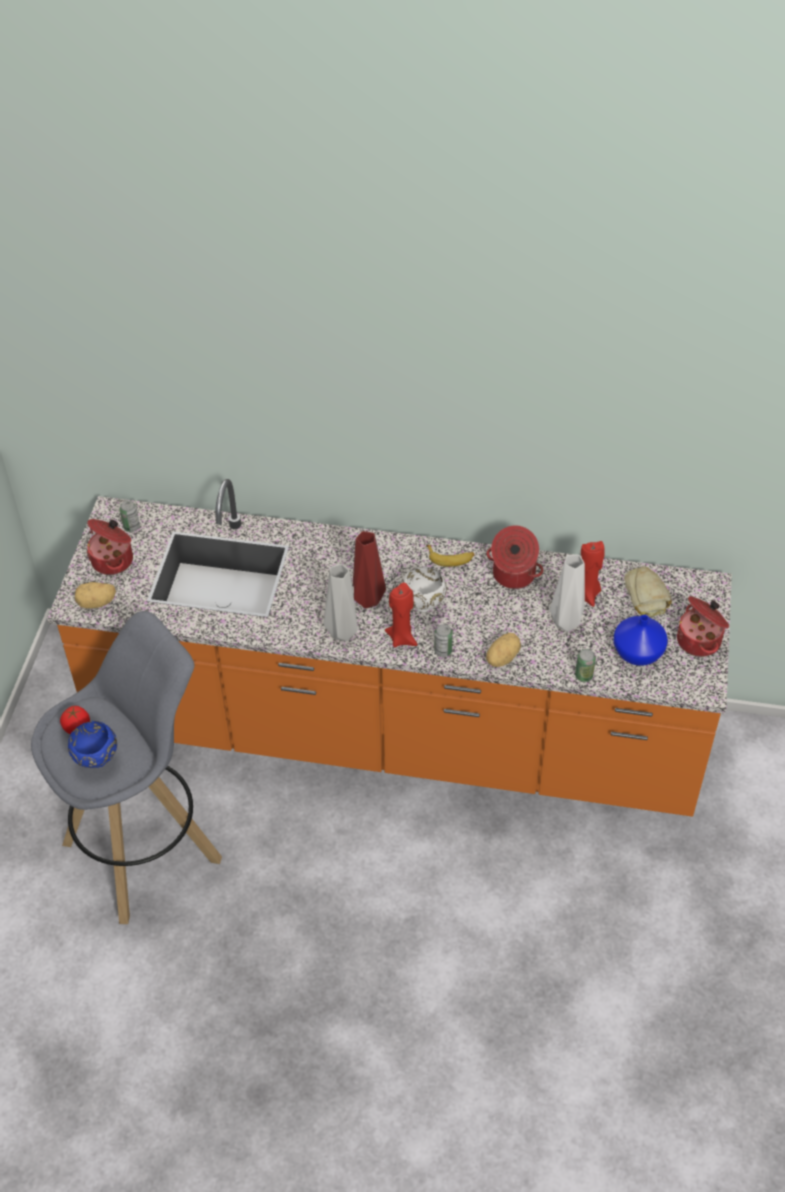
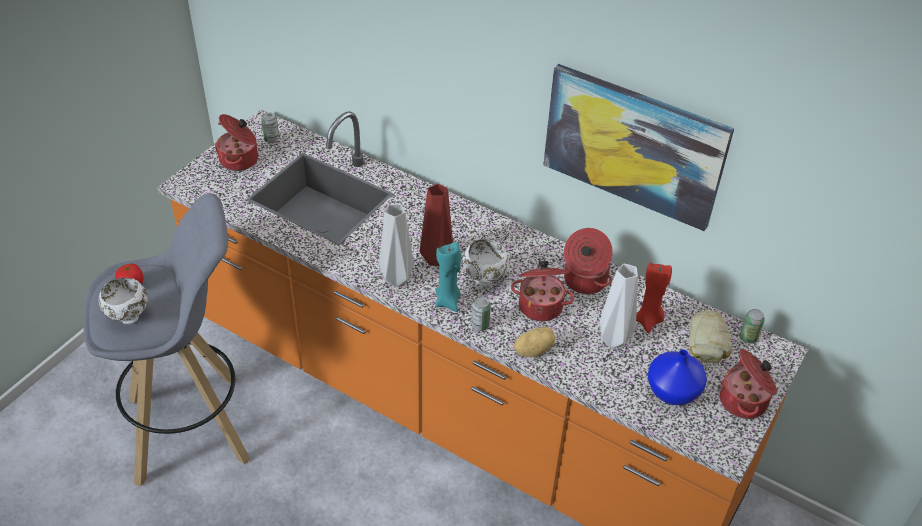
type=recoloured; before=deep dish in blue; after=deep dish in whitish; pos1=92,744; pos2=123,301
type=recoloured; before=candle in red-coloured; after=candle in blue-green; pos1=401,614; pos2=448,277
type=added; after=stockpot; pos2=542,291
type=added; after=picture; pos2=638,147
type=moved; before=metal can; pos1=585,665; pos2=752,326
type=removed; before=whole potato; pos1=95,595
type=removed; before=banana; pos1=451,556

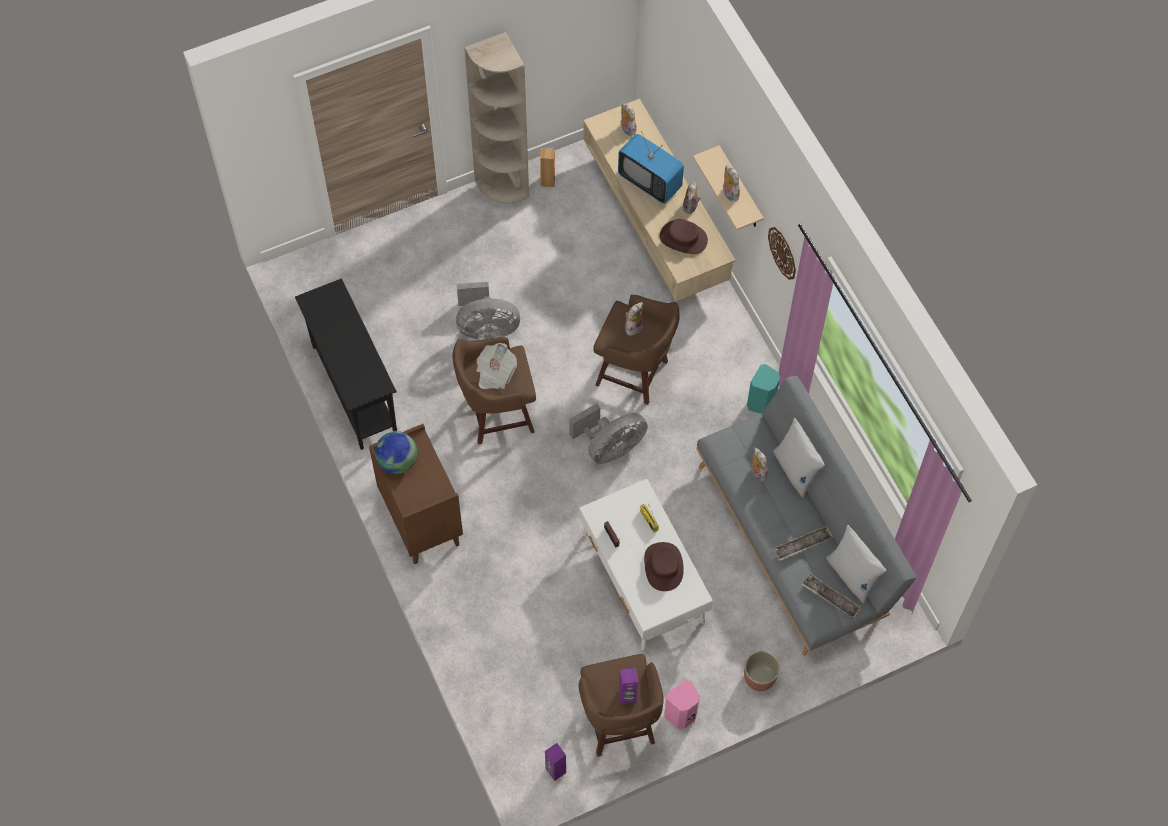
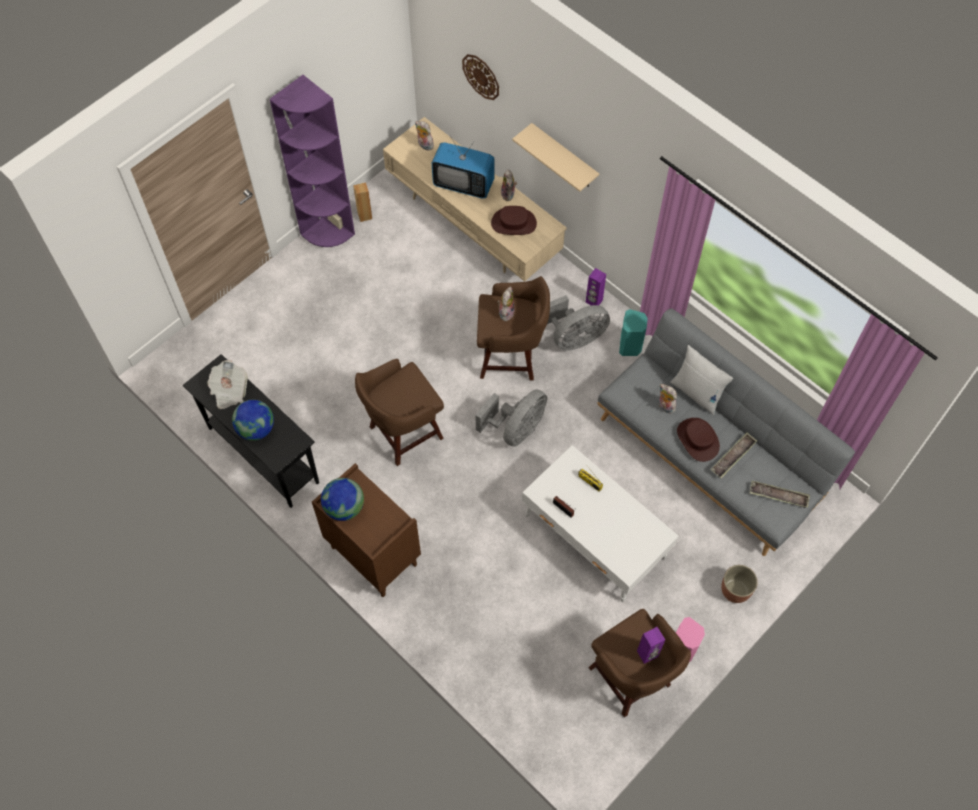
type=moved; before=daily paper; pos1=496,366; pos2=227,384
type=added; after=world globe; pos2=253,420
type=recoloured; before=bookcase in beige-coloured; after=bookcase in purple-coloured; pos1=496,118; pos2=312,161
type=moved; before=clock on the wall; pos1=782,253; pos2=480,77
type=moved; before=electric fan in greyish; pos1=488,311; pos2=578,323
type=moved; before=speaker in purple-coloured; pos1=555,762; pos2=596,287
type=moved; before=hat in brownish; pos1=664,566; pos2=698,440
type=removed; before=soft toy; pos1=732,183
type=removed; before=pillow in greyish; pos1=856,564

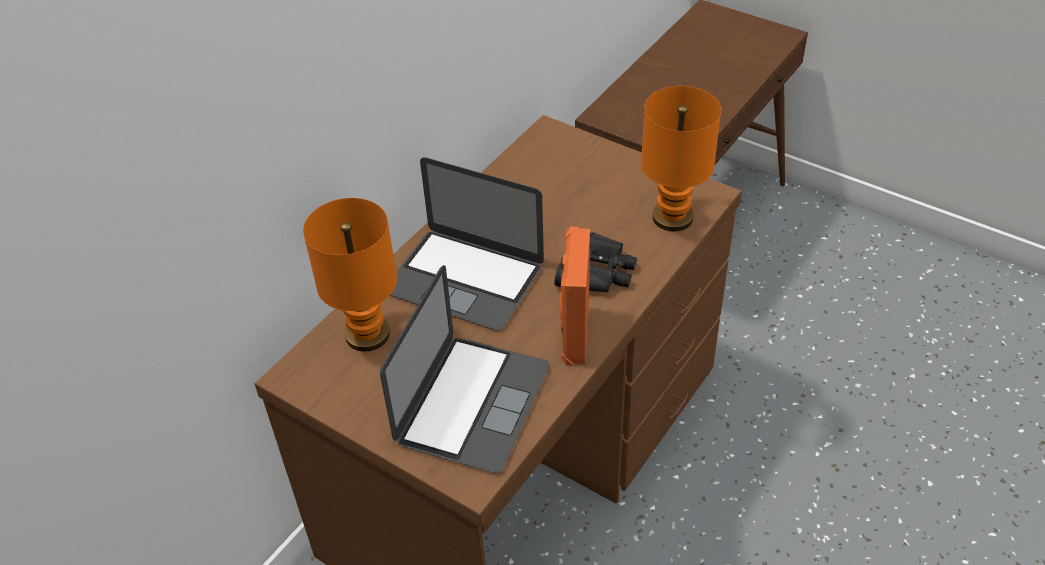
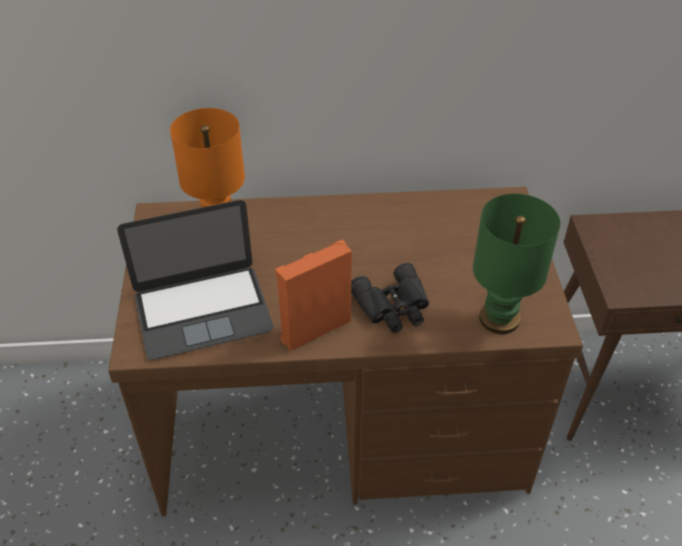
type=recoloured; before=table lamp in orangey; after=table lamp in greenish; pos1=681,158; pos2=516,264
type=removed; before=laptop; pos1=467,244

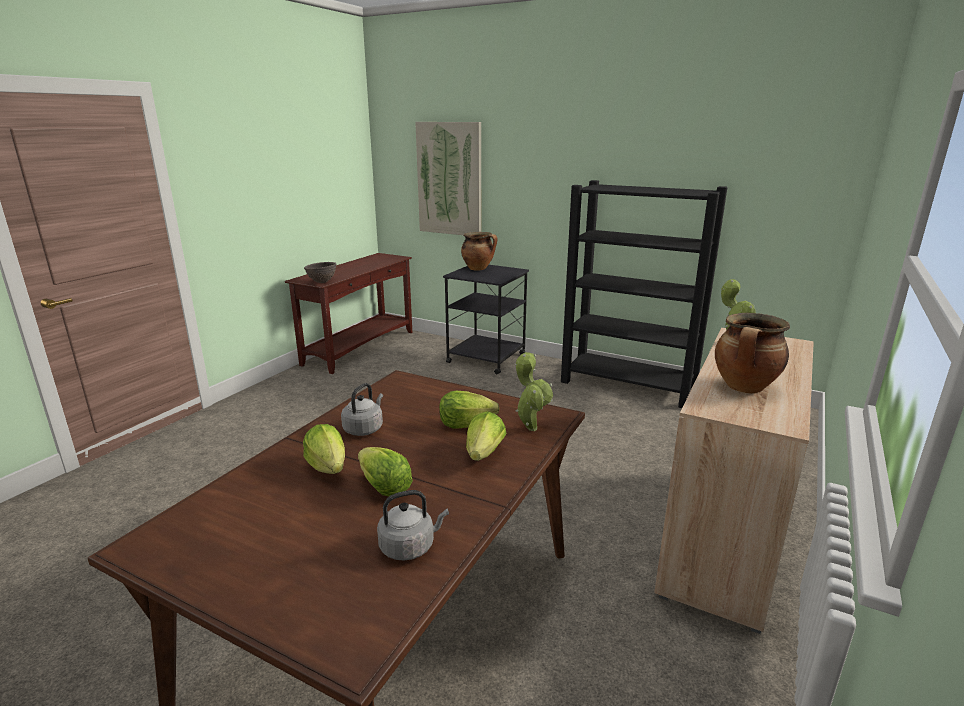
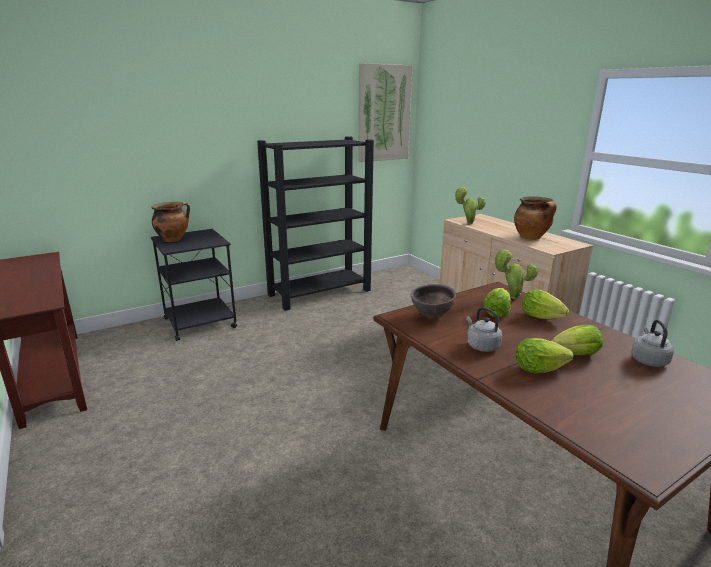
type=moved; before=picture; pos1=448,178; pos2=385,112
type=moved; before=deep dish in brownish; pos1=320,272; pos2=433,301

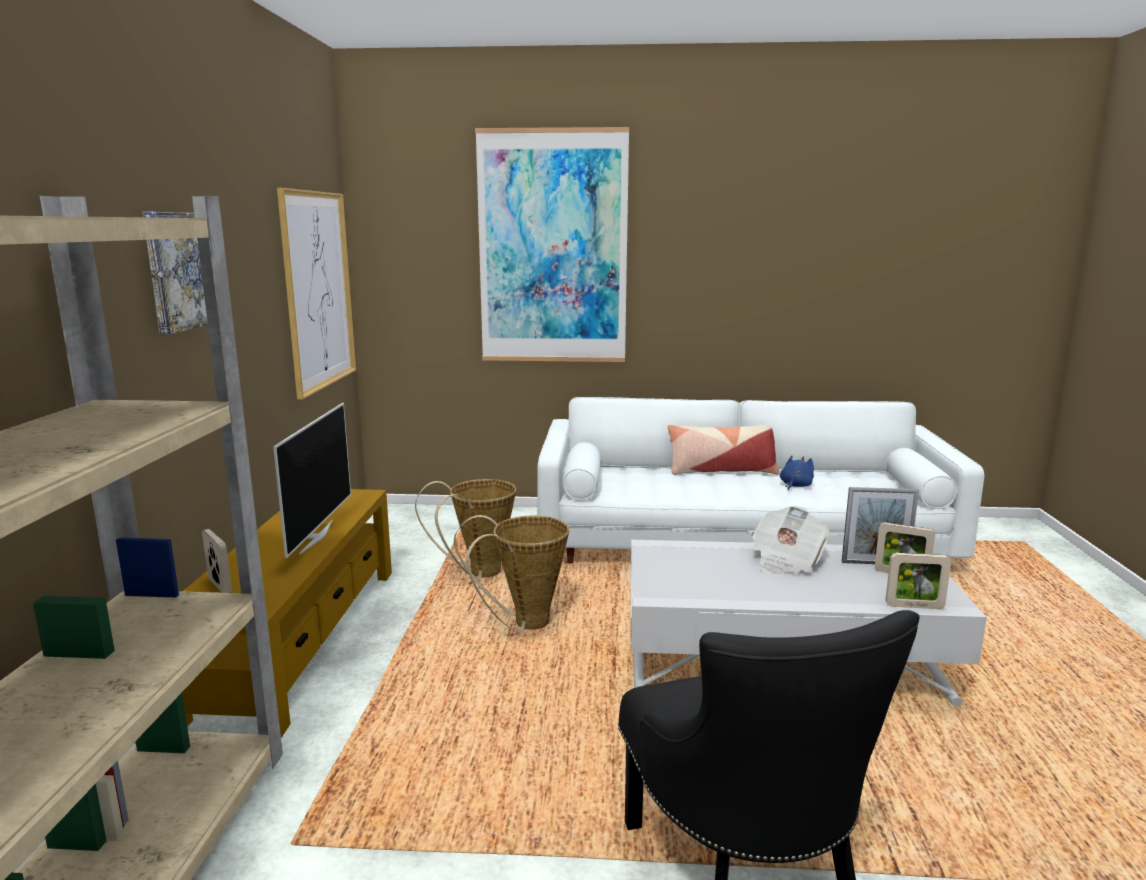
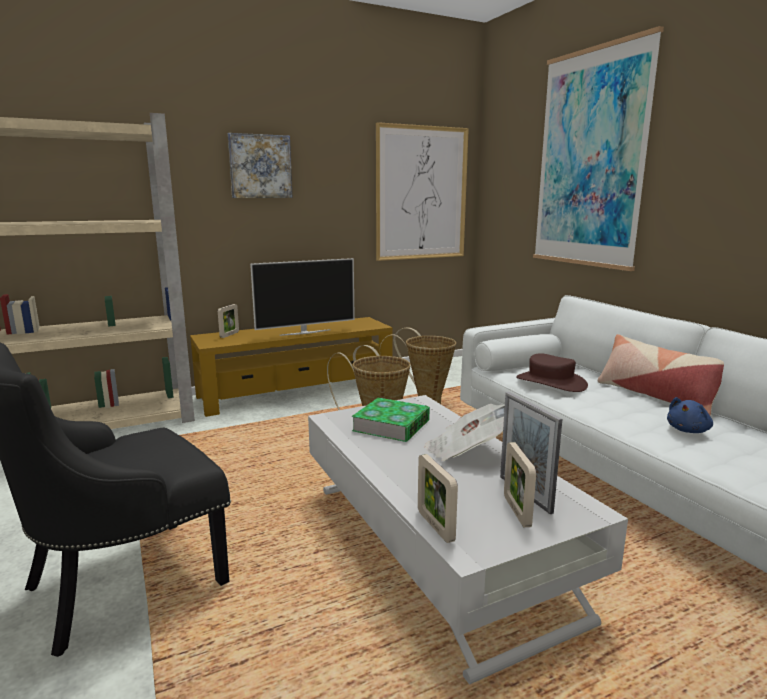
type=added; after=book; pos2=391,420
type=added; after=hat in brownish; pos2=552,372
type=turned; before=soft toy in blue; pos1=797,473; pos2=690,415; turn=135

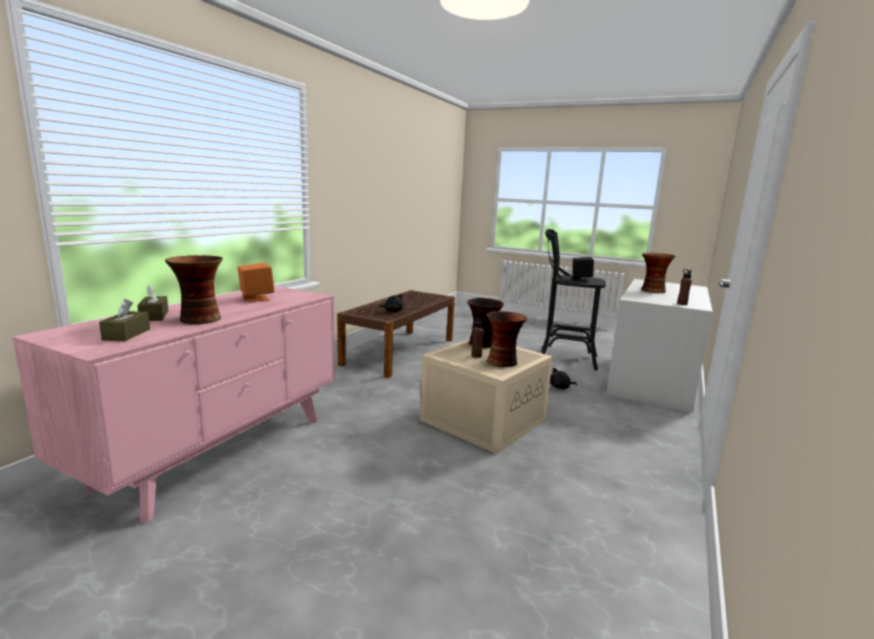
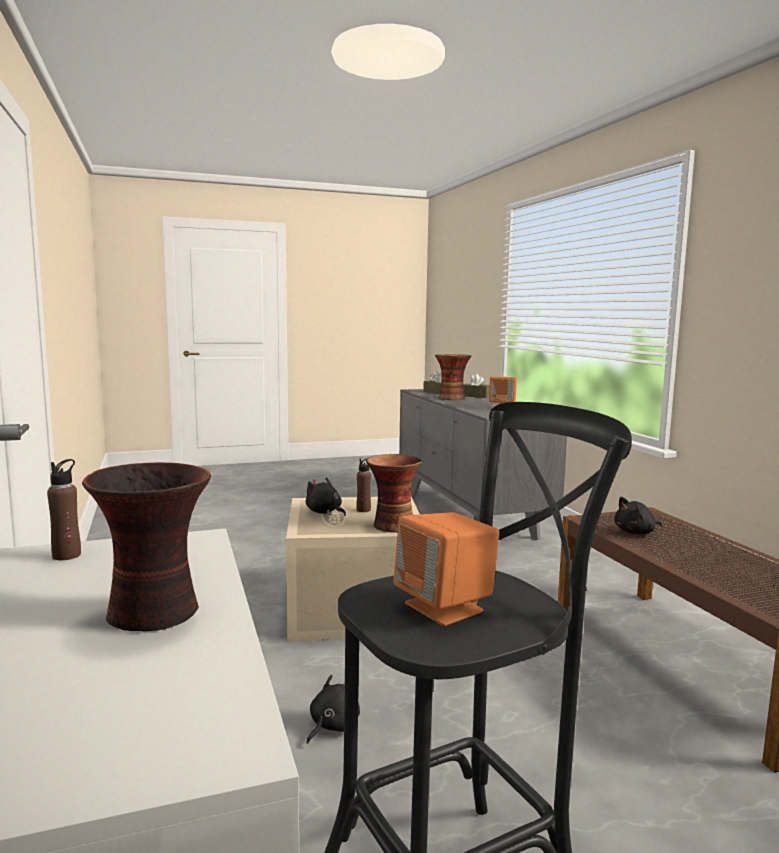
type=replaced; before=flower vase; after=soft toy in black; pos1=507,339; pos2=325,496
type=recoloured; before=speaker in black; after=speaker in orangey; pos1=583,269; pos2=446,569
type=recoloured; before=drawer chest in pink; after=drawer chest in greyish; pos1=173,404; pos2=483,464

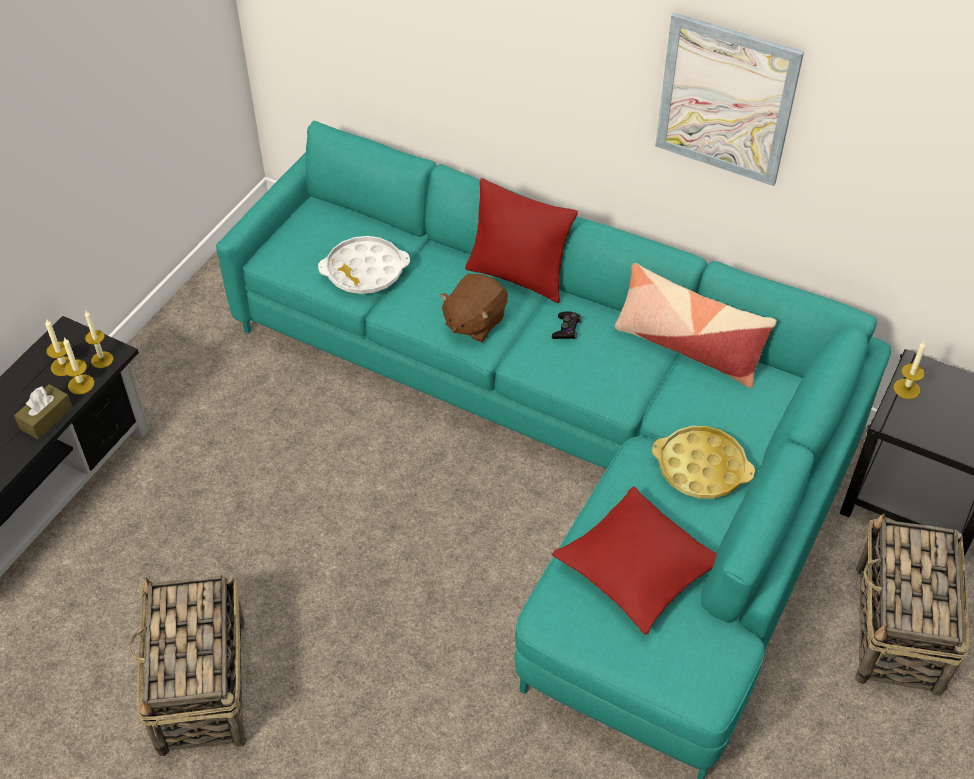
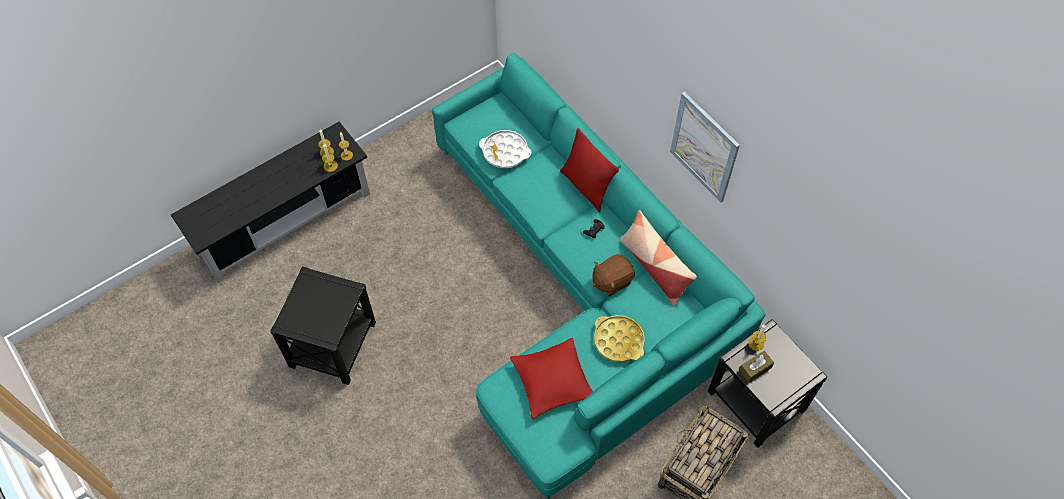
type=replaced; before=basket; after=side table in black; pos1=187,665; pos2=323,326
type=moved; before=soft toy in brownish; pos1=474,308; pos2=614,275
type=moved; before=tissue box in brownish; pos1=43,411; pos2=756,366

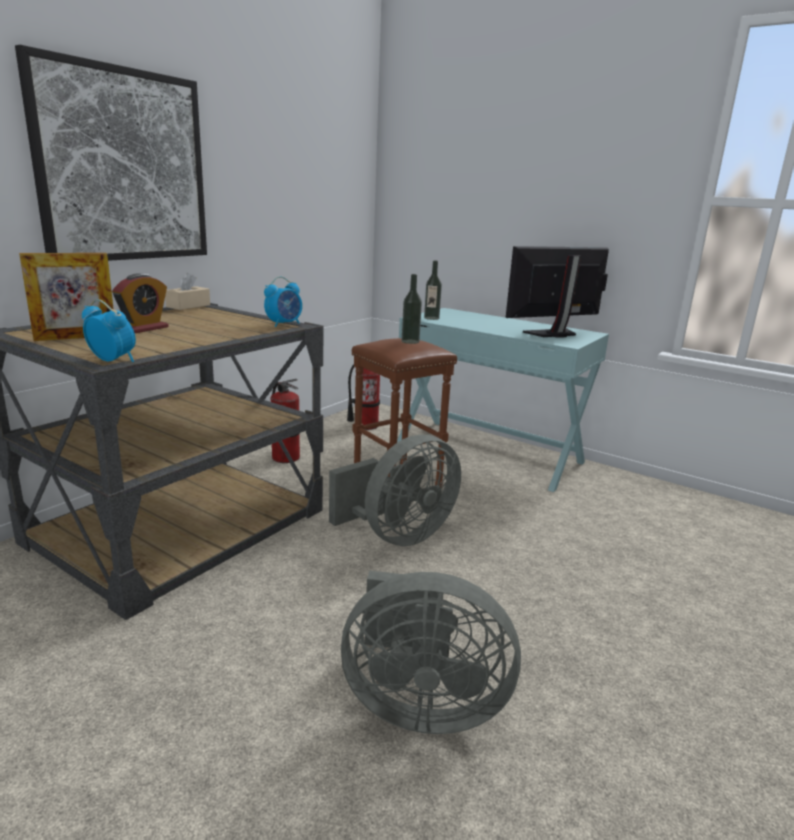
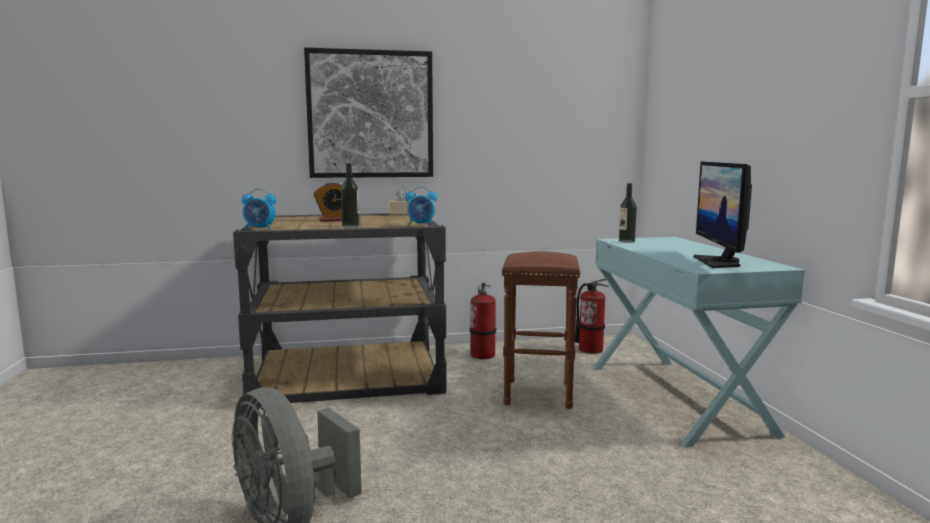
type=turned; before=alarm clock; pos1=109,330; pos2=258,209; turn=105
type=moved; before=beverage bottle; pos1=412,309; pos2=350,195
type=turned; before=computer display; pos1=557,292; pos2=723,215; turn=-105
type=removed; before=photo frame; pos1=66,297
type=removed; before=electric fan in greyish; pos1=395,490

